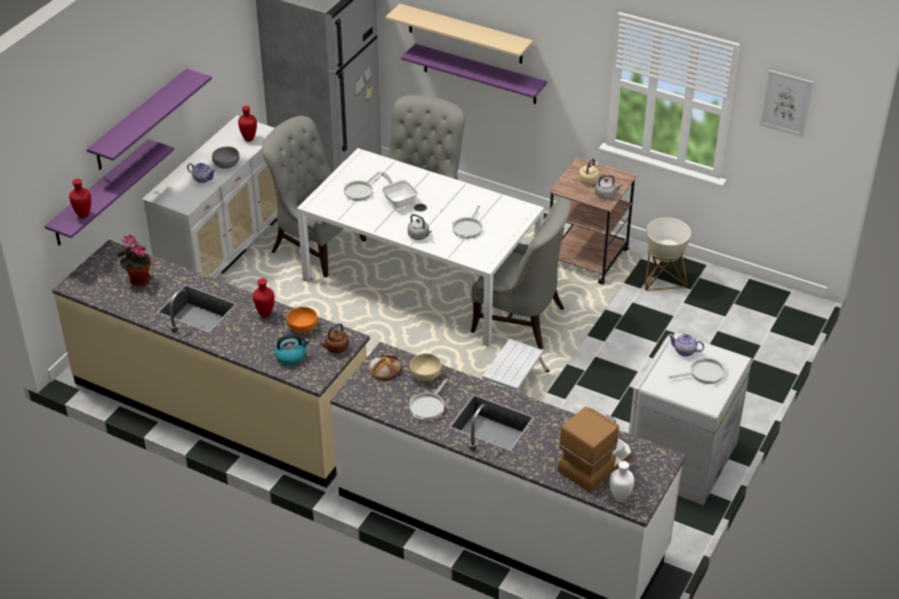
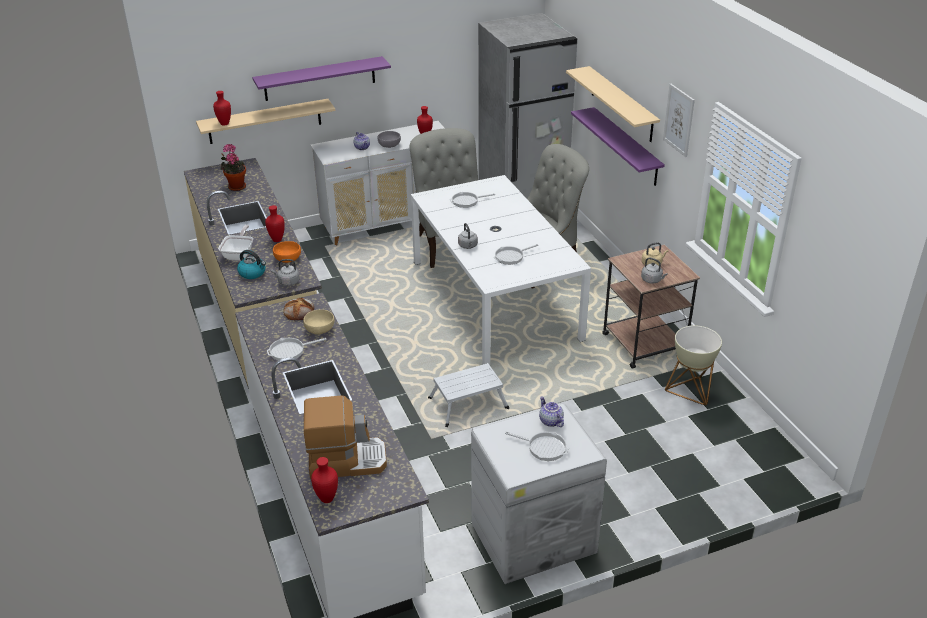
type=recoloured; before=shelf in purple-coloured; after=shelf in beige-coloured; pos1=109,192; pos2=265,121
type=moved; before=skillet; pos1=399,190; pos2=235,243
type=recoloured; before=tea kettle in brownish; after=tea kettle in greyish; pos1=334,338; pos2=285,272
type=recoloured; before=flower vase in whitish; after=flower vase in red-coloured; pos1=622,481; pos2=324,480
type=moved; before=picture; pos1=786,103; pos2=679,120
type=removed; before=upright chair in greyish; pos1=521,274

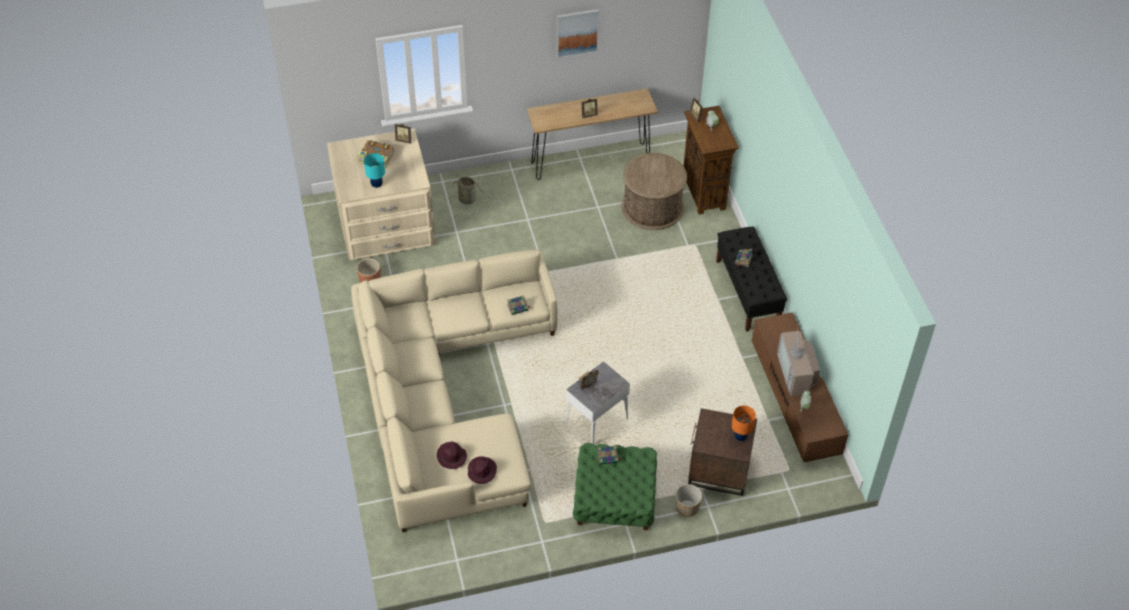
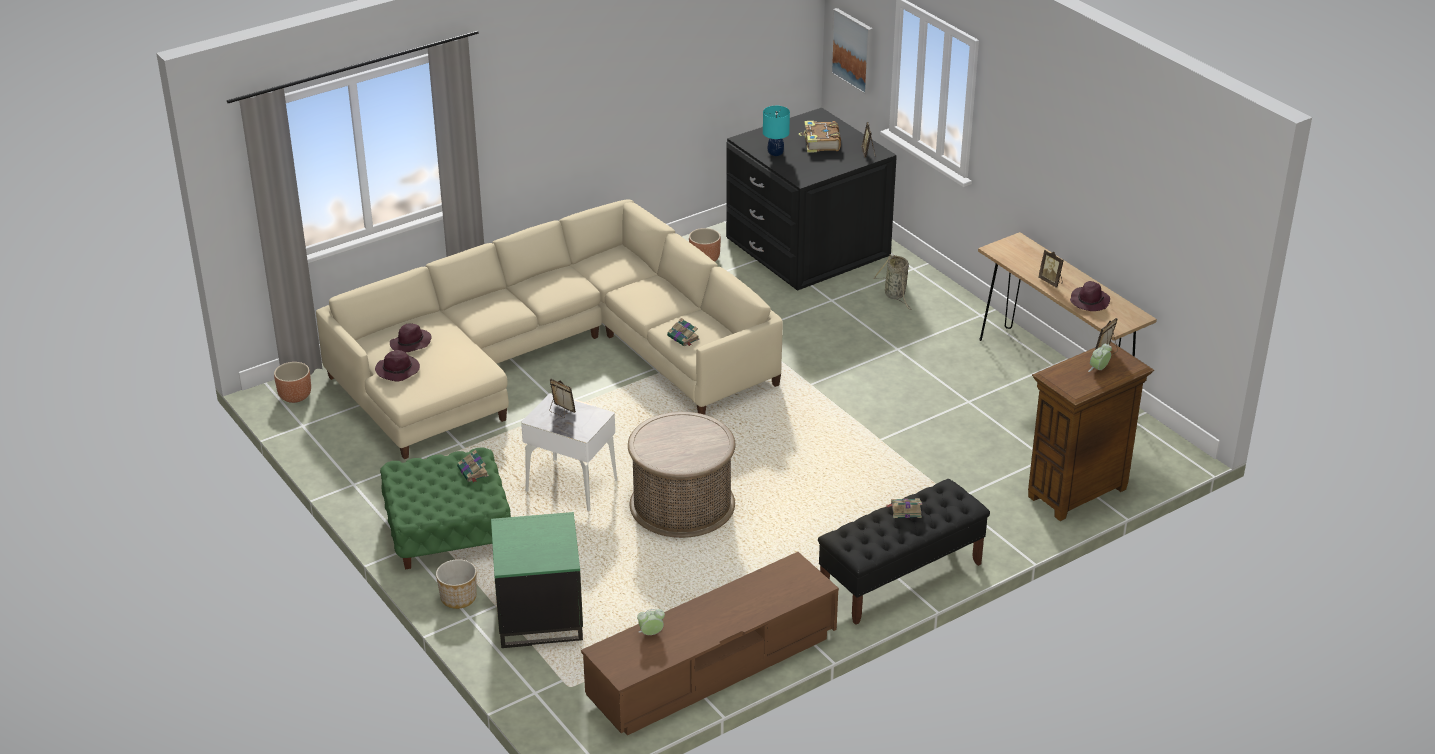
type=added; after=flower pot in brownish; pos2=292,382
type=recoloured; before=side table in brownish; after=side table in greenish; pos1=722,452; pos2=537,580
type=moved; before=lounge table in brownish; pos1=654,191; pos2=682,475
type=recoloured; before=drawer chest in beige-coloured; after=drawer chest in black; pos1=381,194; pos2=811,199
type=moved; before=picture; pos1=578,33; pos2=852,51
type=added; after=hat in purple-coloured; pos2=1090,296
type=removed; before=table lamp in orangey; pos1=744,423
type=removed; before=television; pos1=798,358

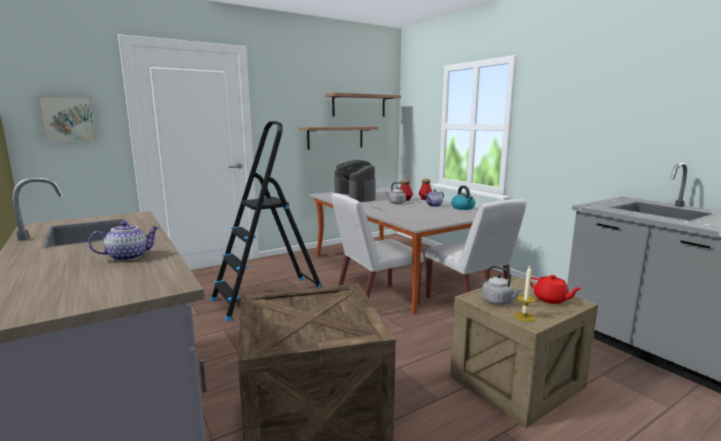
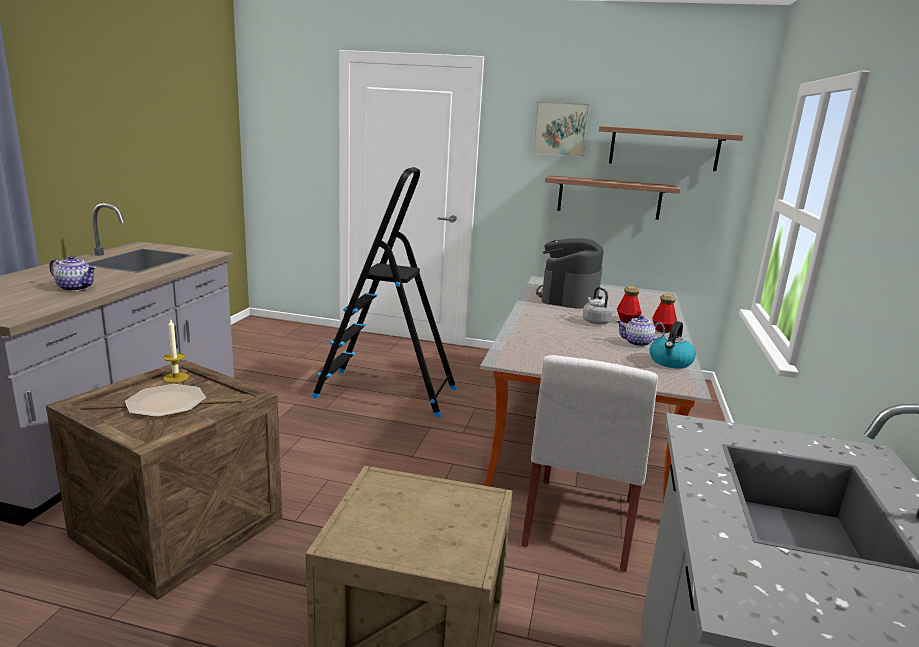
type=added; after=flat dish; pos2=165,400
type=moved; before=candle; pos1=525,294; pos2=176,350
type=moved; before=picture; pos1=67,119; pos2=560,129
type=removed; before=upright chair in whitish; pos1=378,249
type=removed; before=tea kettle in greyish; pos1=502,285
type=removed; before=teapot in red-coloured; pos1=555,289

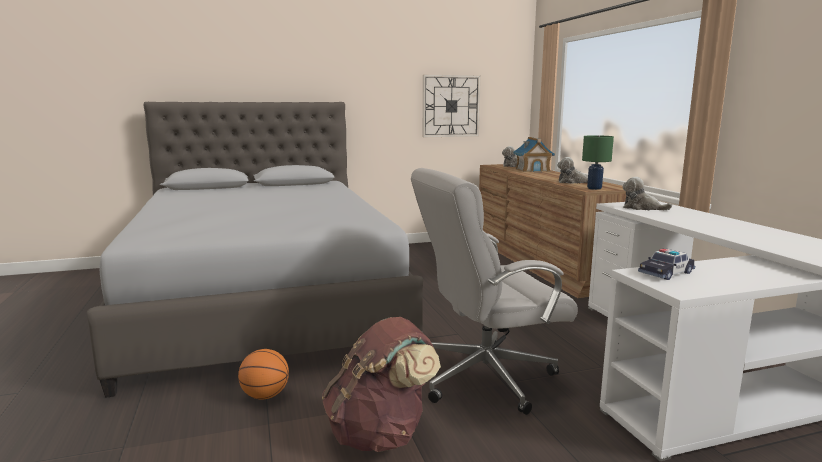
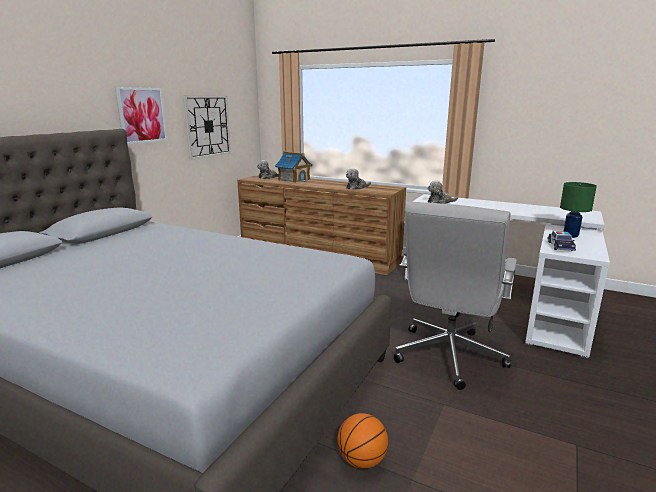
type=added; after=picture; pos2=141,116
type=moved; before=table lamp in greenish; pos1=598,162; pos2=578,210
type=removed; before=rucksack in brownish; pos1=381,384

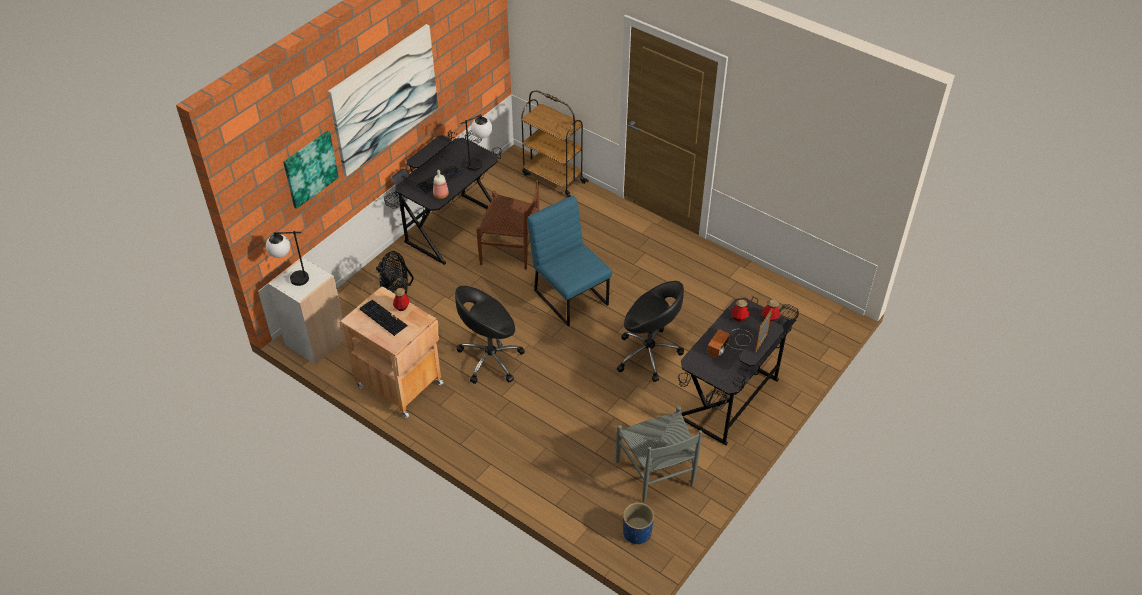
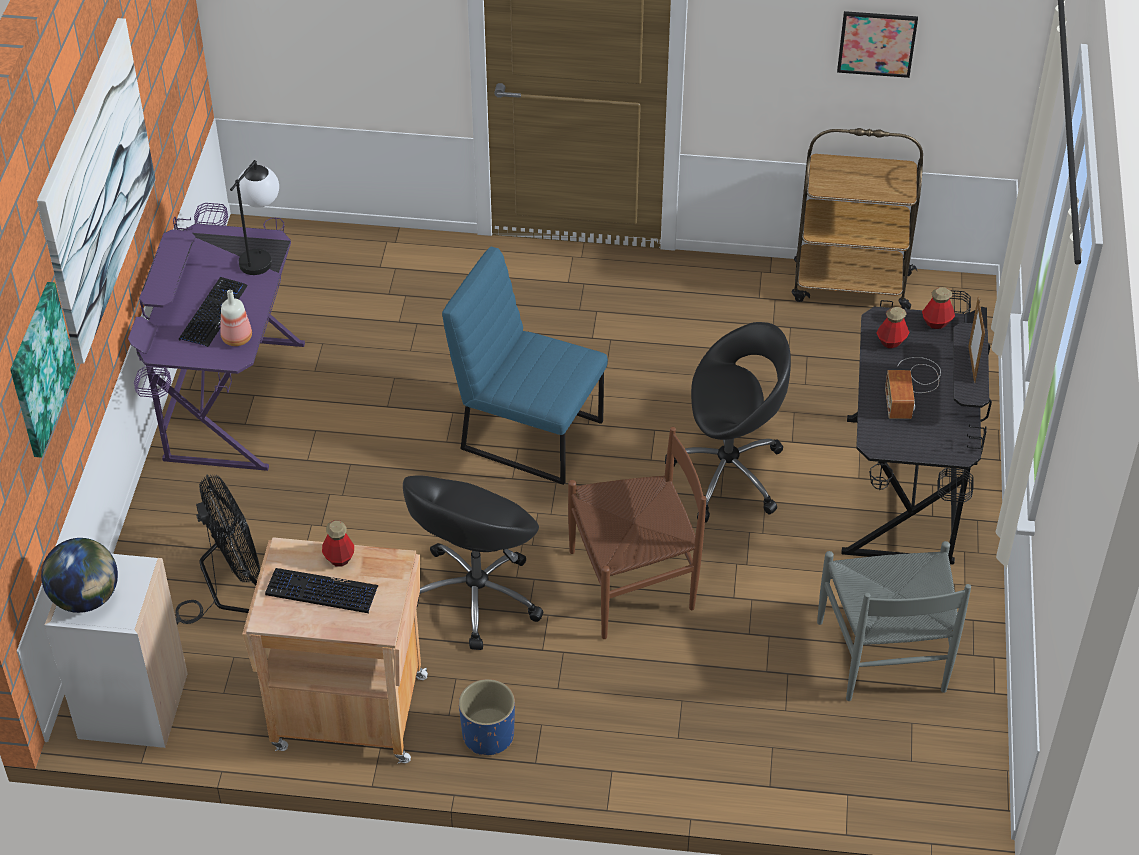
type=replaced; before=table lamp; after=world globe; pos1=287,258; pos2=79,575
type=recoloured; before=desk in black; after=desk in purple-coloured; pos1=443,197; pos2=216,337
type=moved; before=flower pot in blue; pos1=638,523; pos2=487,717
type=moved; before=upright chair in brownish; pos1=507,225; pos2=637,533
type=moved; before=cart in brownish; pos1=555,143; pos2=857,218
type=turned; before=upright chair in greyish; pos1=659,454; pos2=894,621; turn=45
type=added; after=picture; pos2=877,44

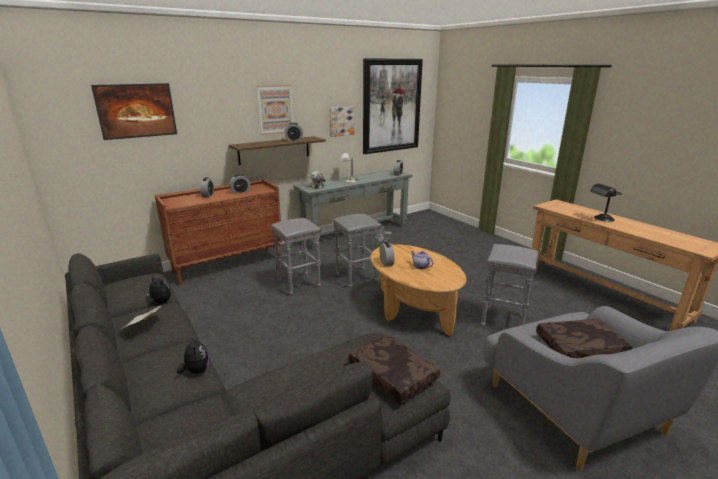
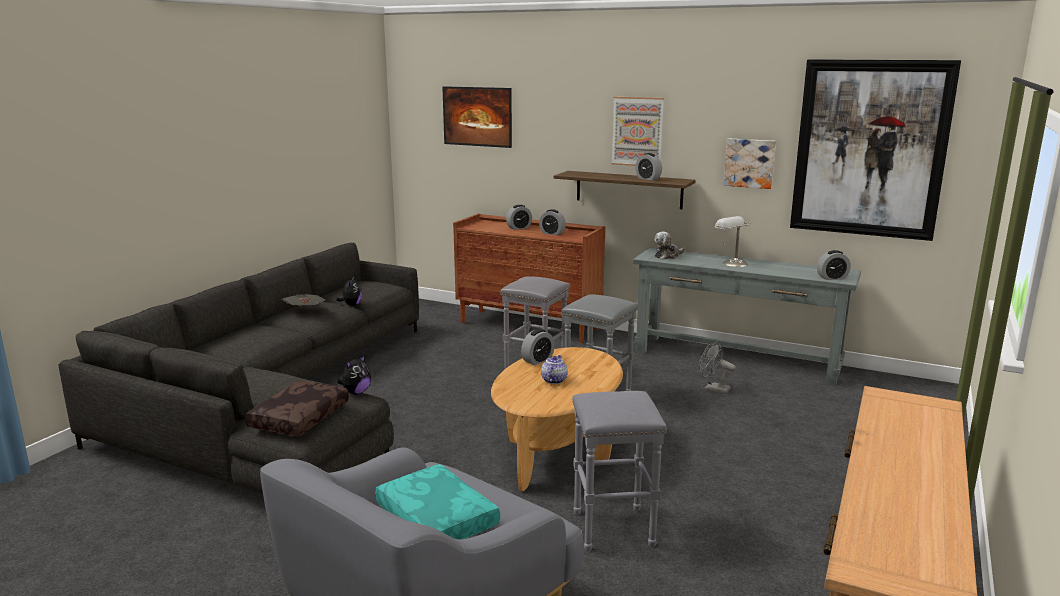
type=moved; before=soft toy; pos1=193,354; pos2=354,375
type=recoloured; before=pillow in brownish; after=pillow in blue-green; pos1=584,338; pos2=437,501
type=removed; before=table lamp in black; pos1=606,202

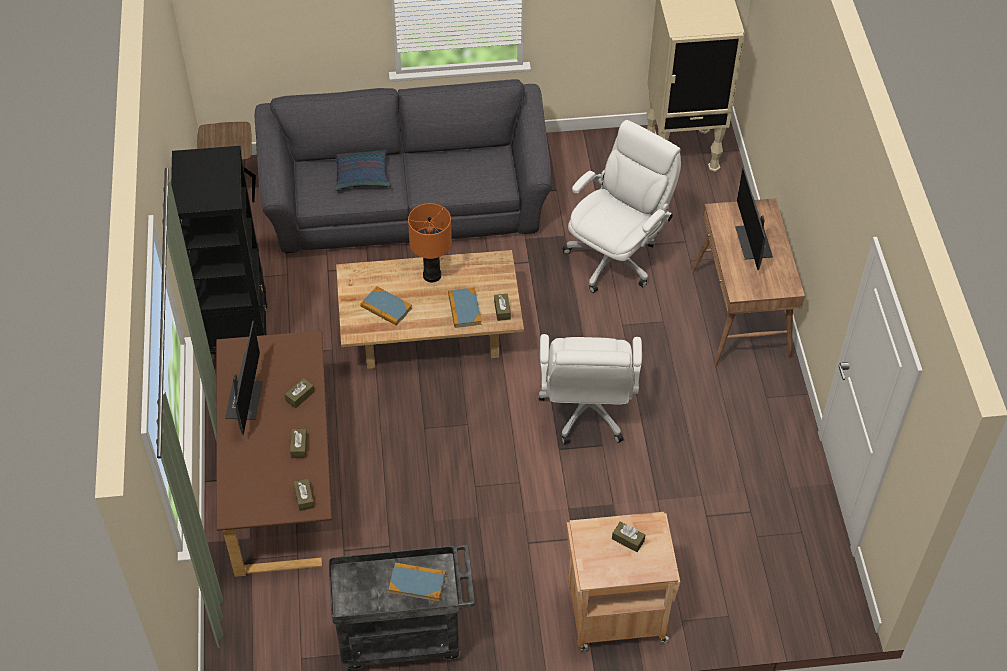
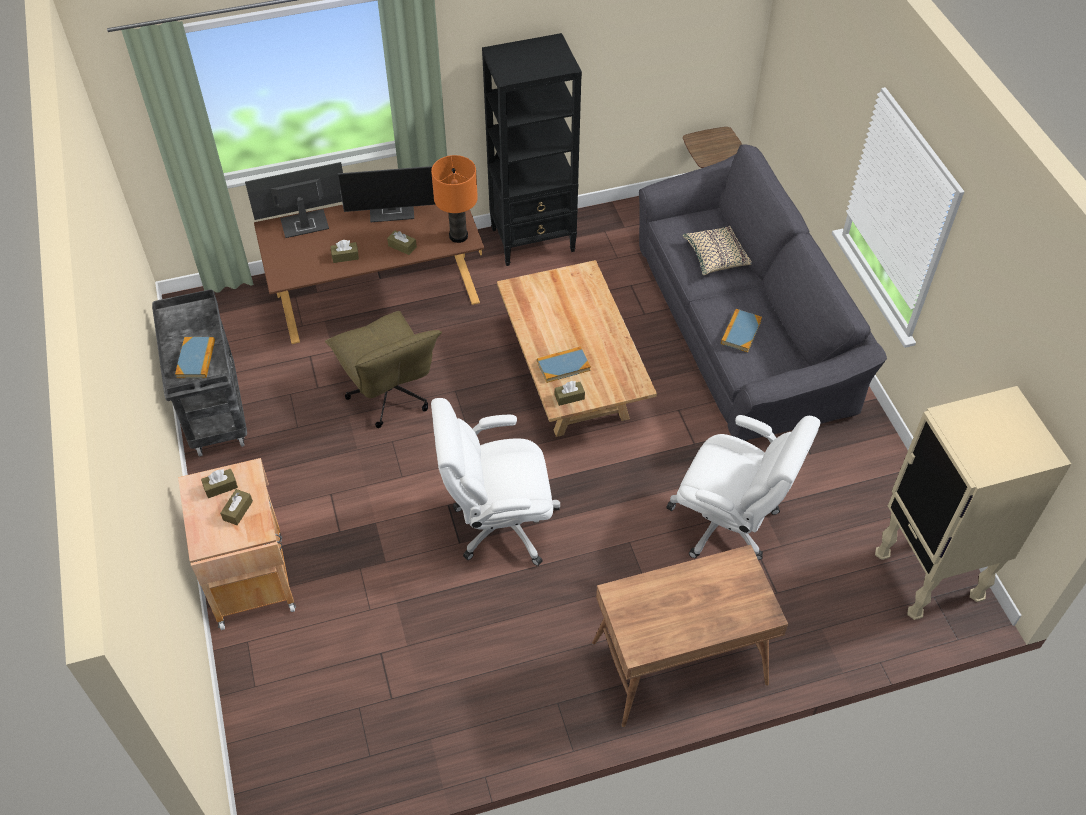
type=moved; before=tissue box in brownish; pos1=304,495; pos2=219,483
type=moved; before=computer display; pos1=754,218; pos2=294,200
type=added; after=office chair in beige-coloured; pos2=383,369
type=moved; before=table lamp in orangey; pos1=430,242; pos2=454,199
type=recoloured; before=pillow in blue; after=pillow in beige-coloured; pos1=363,170; pos2=717,250
type=moved; before=book; pos1=386,306; pos2=741,330

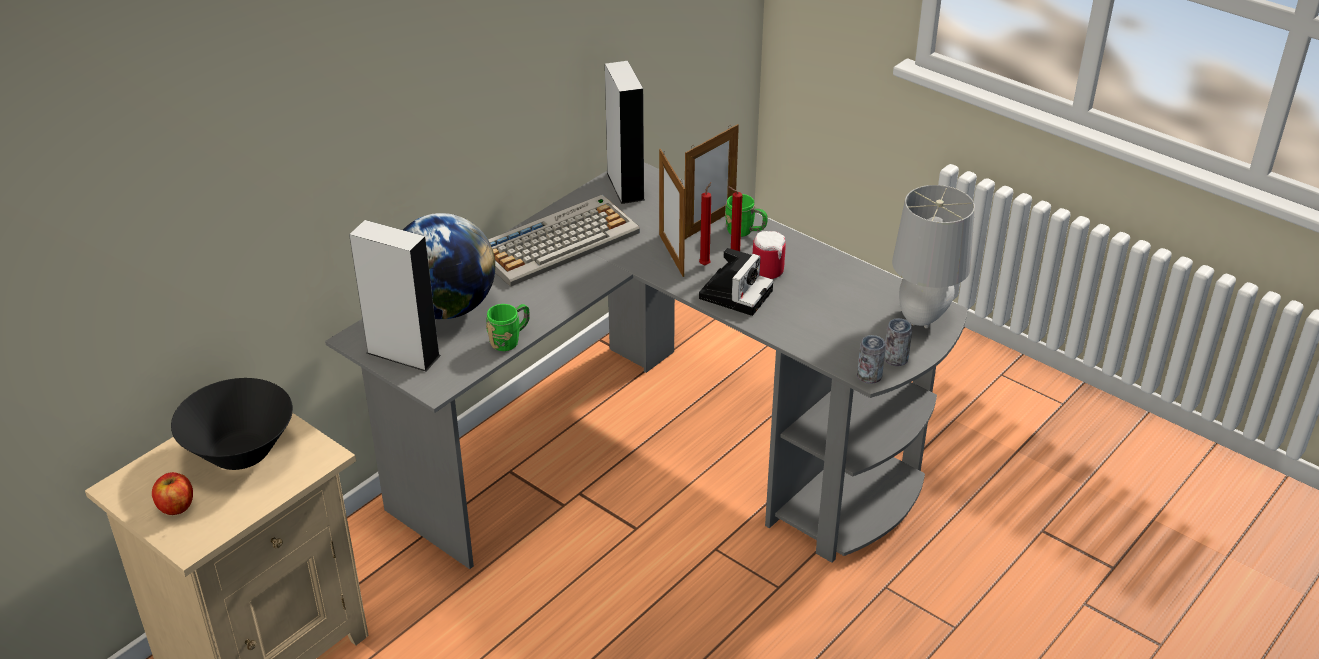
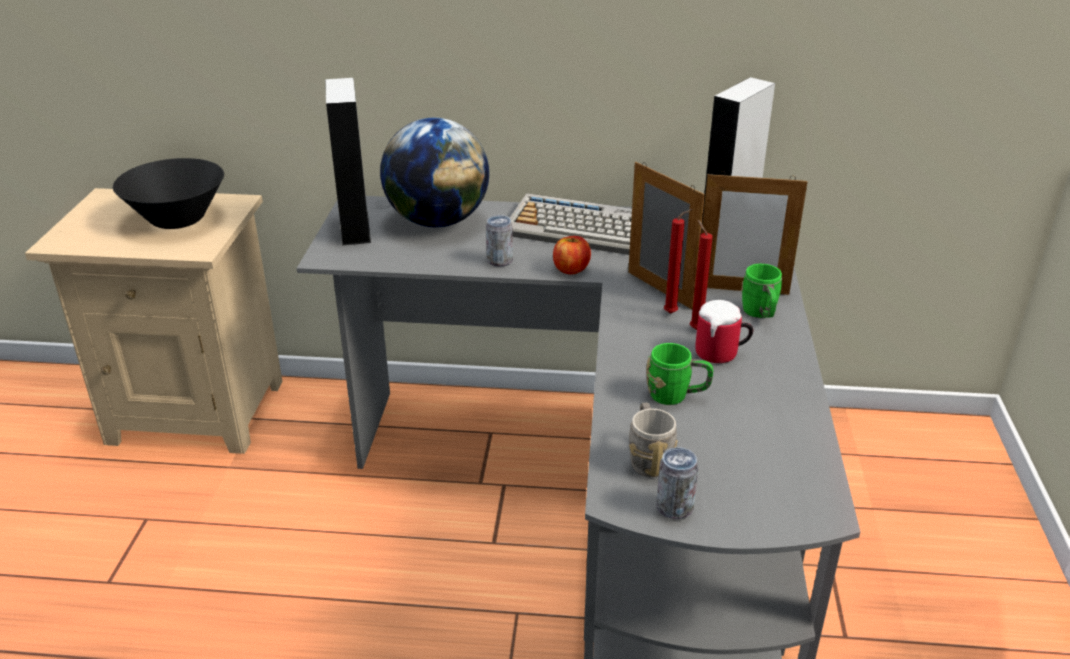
type=moved; before=metal can; pos1=871,359; pos2=499,241
type=moved; before=apple fruit; pos1=172,493; pos2=572,255
type=turned; before=photo frame; pos1=672,213; pos2=666,235; turn=105
type=added; after=tea mug in greyish; pos2=653,440
type=moved; before=tea mug in greenish; pos1=508,327; pos2=679,374
type=removed; before=still camera; pos1=736,282
type=removed; before=table lamp in greyish; pos1=933,256

